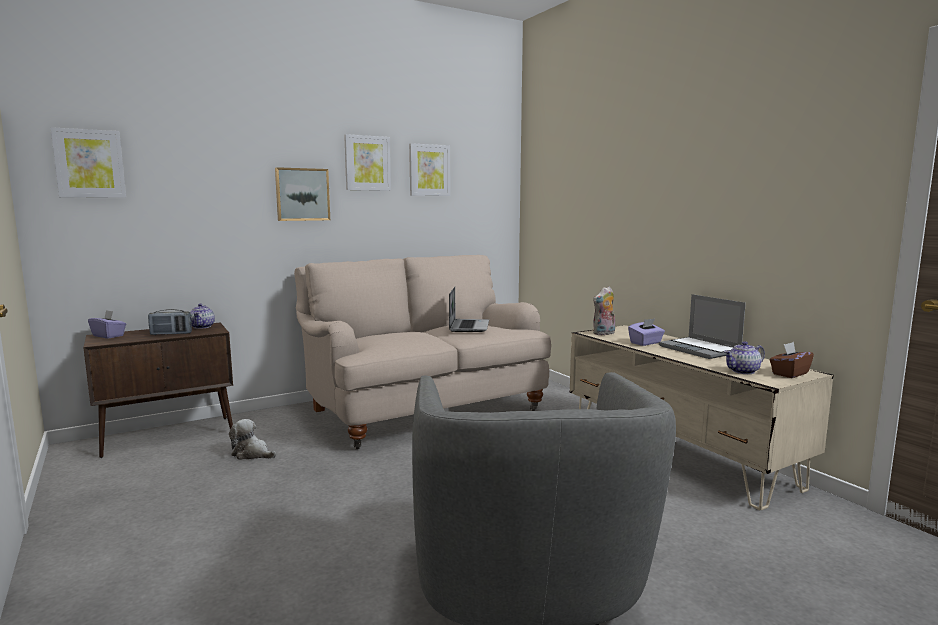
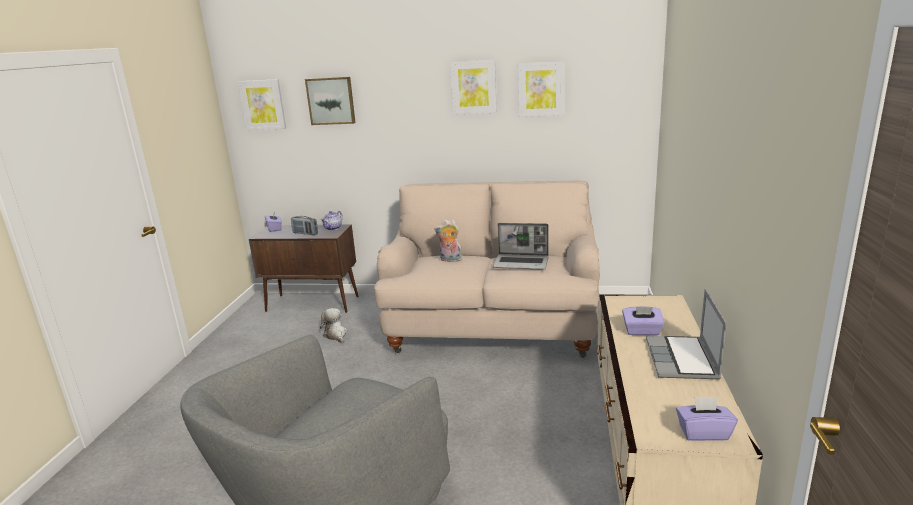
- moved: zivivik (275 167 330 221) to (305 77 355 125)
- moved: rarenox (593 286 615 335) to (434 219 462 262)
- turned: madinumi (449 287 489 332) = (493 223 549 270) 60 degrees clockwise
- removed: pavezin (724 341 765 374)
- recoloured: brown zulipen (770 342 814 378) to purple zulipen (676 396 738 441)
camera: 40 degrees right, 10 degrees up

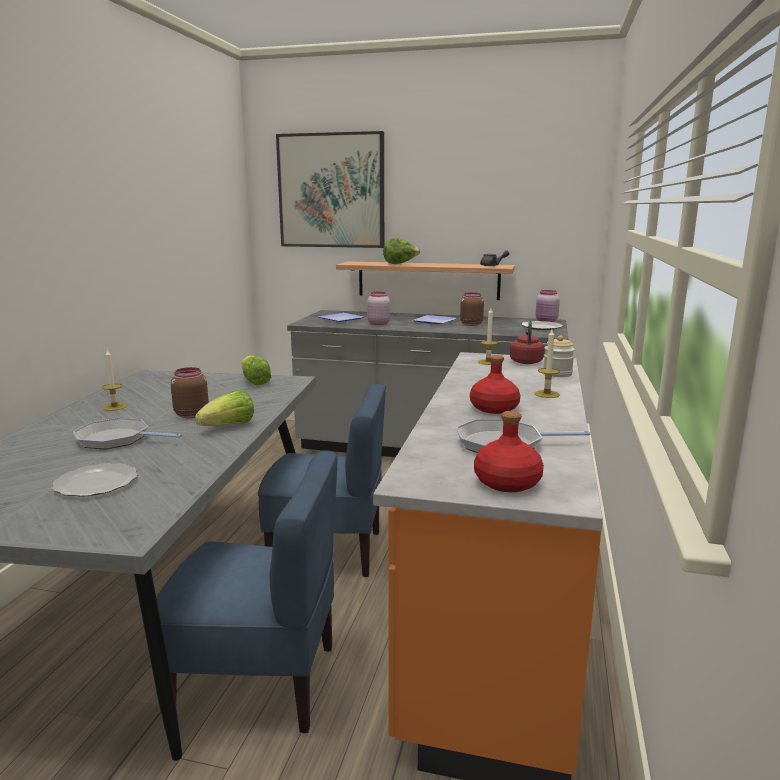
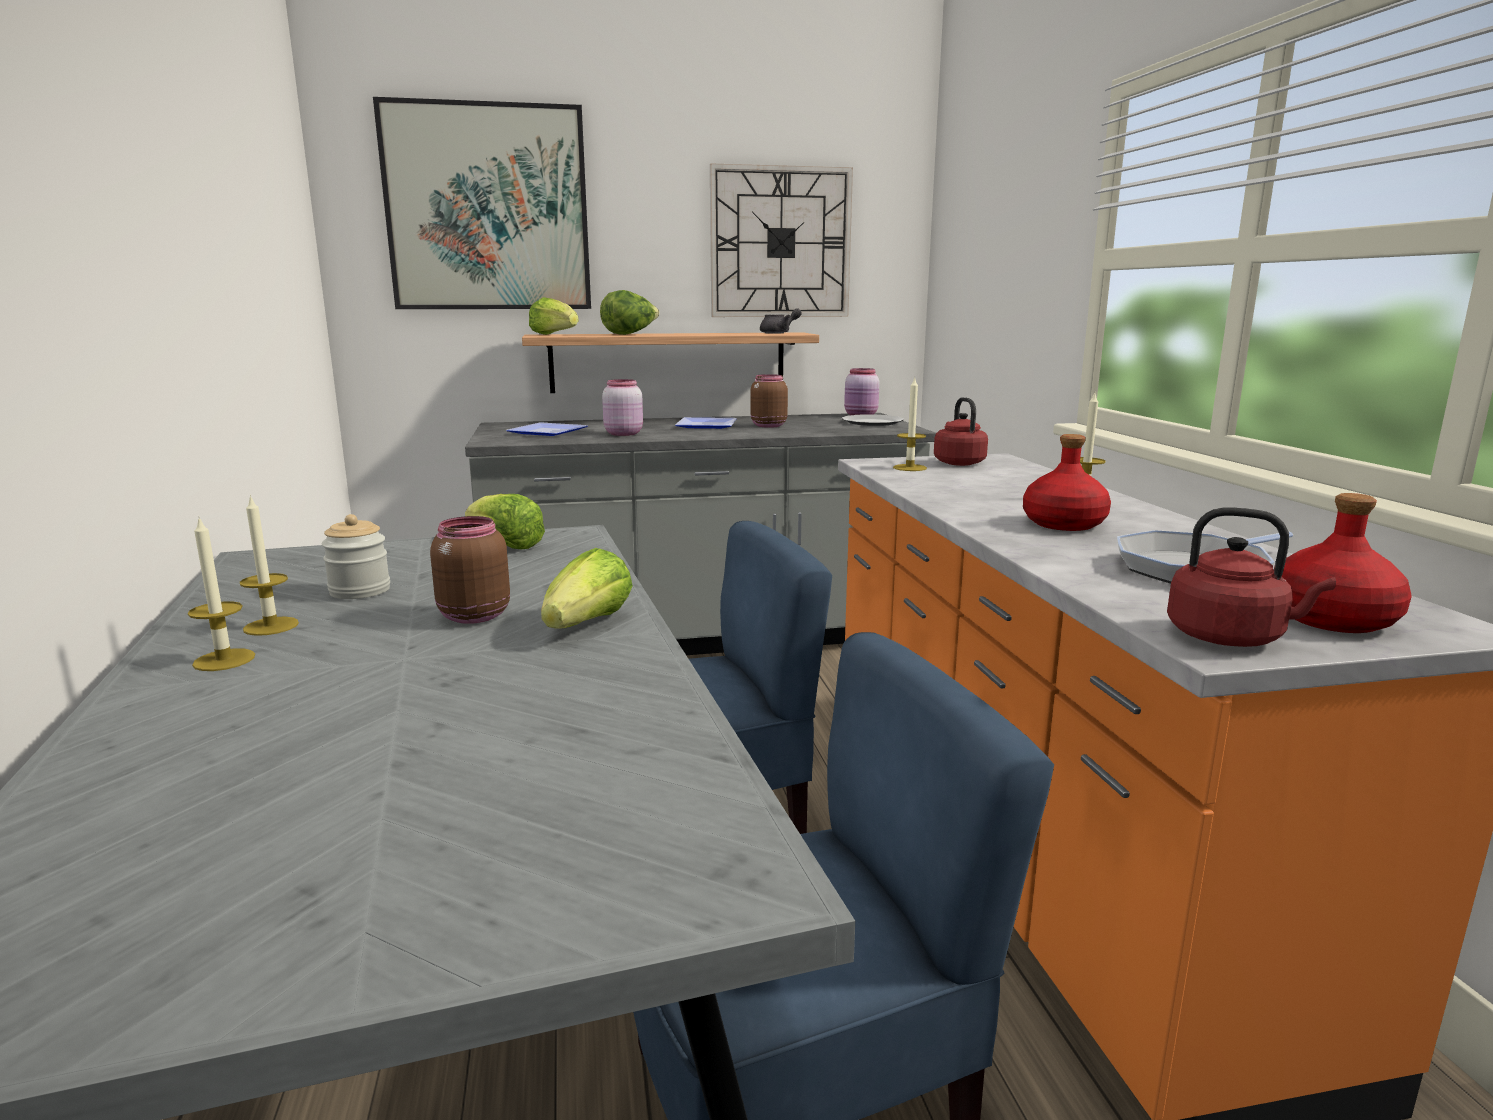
- moved: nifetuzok (543 335 575 377) to (321 514 390 599)
- removed: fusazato (73 418 182 449)
- removed: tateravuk (52 463 137 497)
- added: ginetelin (710 164 853 317)
- added: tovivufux (529 297 579 335)
- added: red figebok (1167 507 1336 647)
- added: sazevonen (188 517 255 671)
camera: 25 degrees left, 0 degrees up

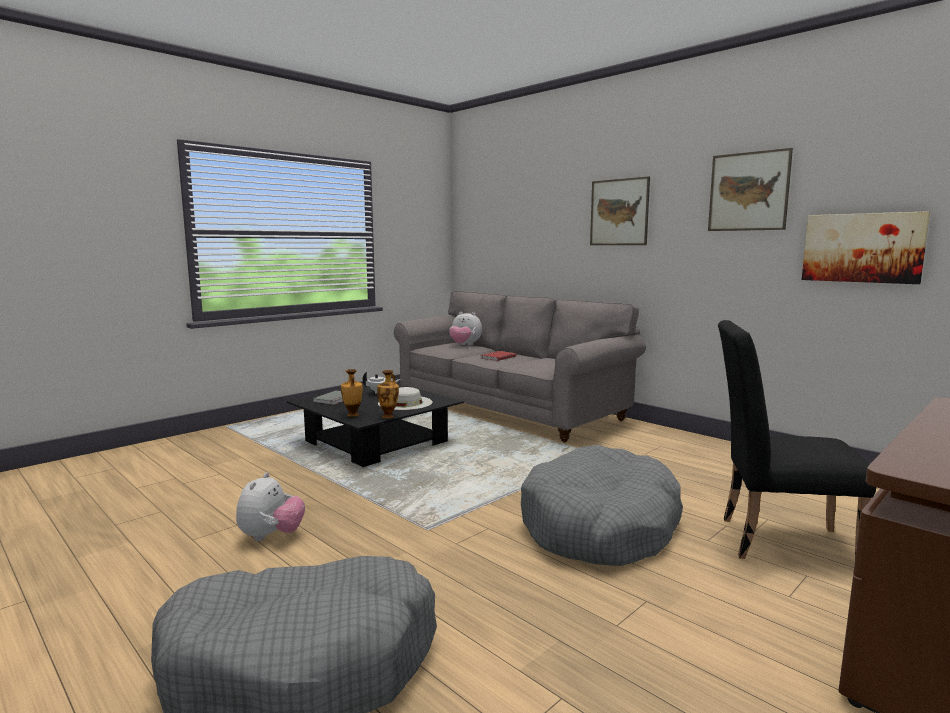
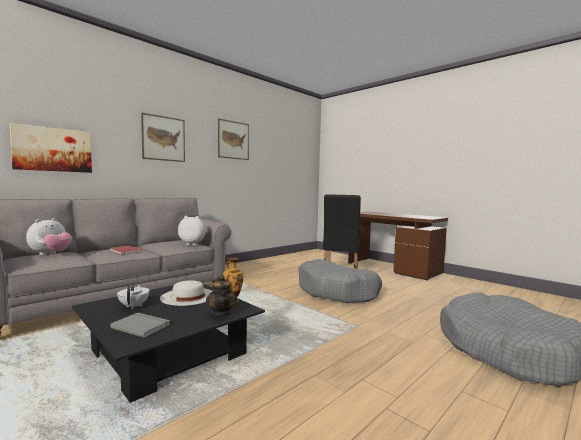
- moved: zivivik (802 211 930 284) to (10 123 92 173)
- replaced: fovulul (341 369 363 417) to pavezin (206 275 237 317)
- moved: rarenox (236 472 305 541) to (178 216 208 246)
camera: 90 degrees left, 5 degrees down

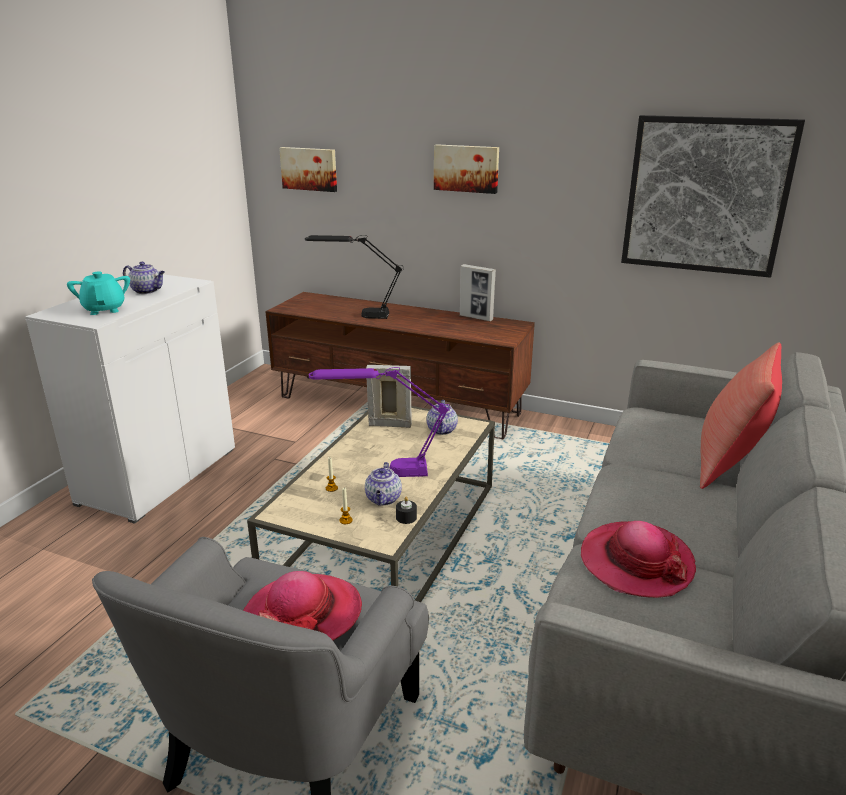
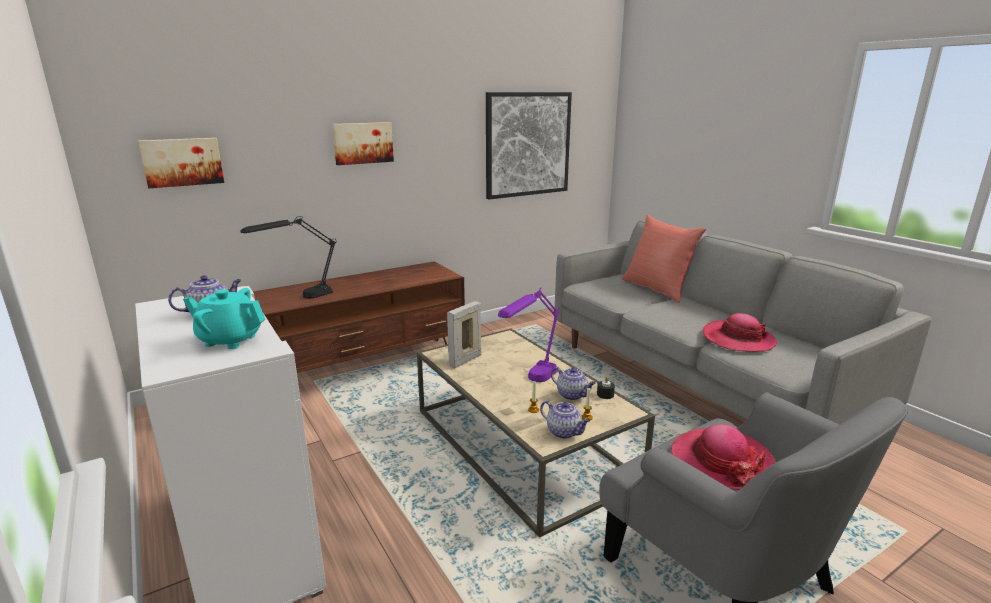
- removed: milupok (460 264 496 321)
- moved: pavezin (426 400 458 435) to (540 401 591 439)
camera: 55 degrees left, 5 degrees down

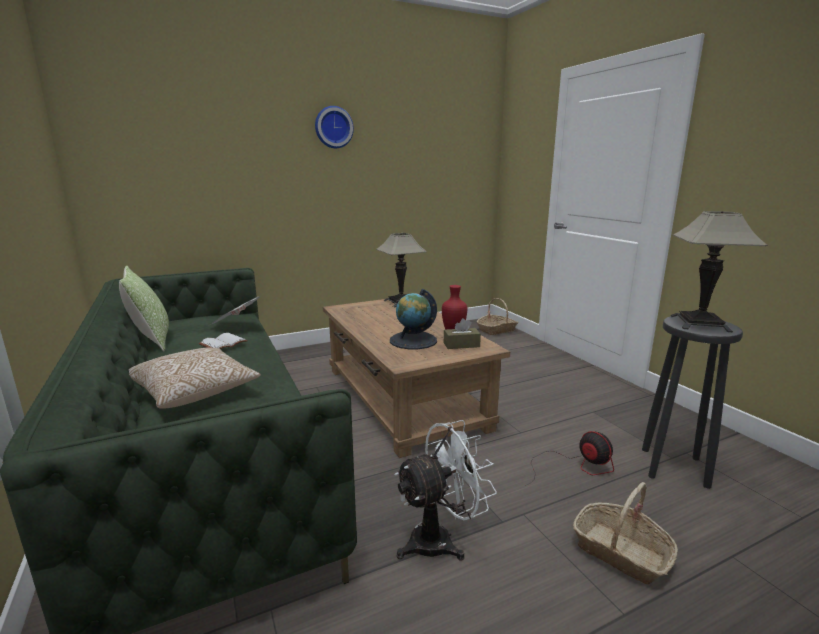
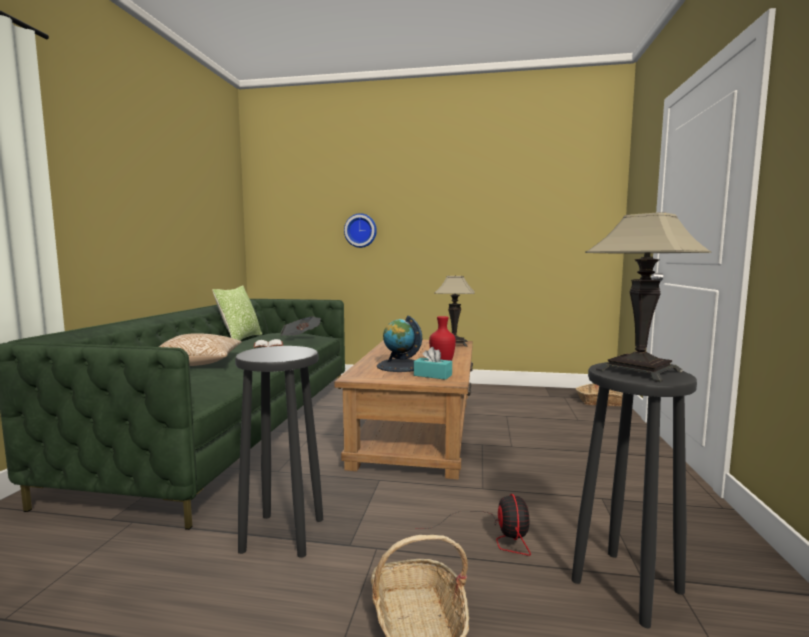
- moved: ginetelin (315 106 354 148) to (344 213 377 248)
- recoloured: brown zulipen (444 318 481 349) to turquoise zulipen (414 347 452 380)
- replaced: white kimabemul (394 420 497 560) to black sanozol (235 346 323 558)
camera: 35 degrees right, 10 degrees down

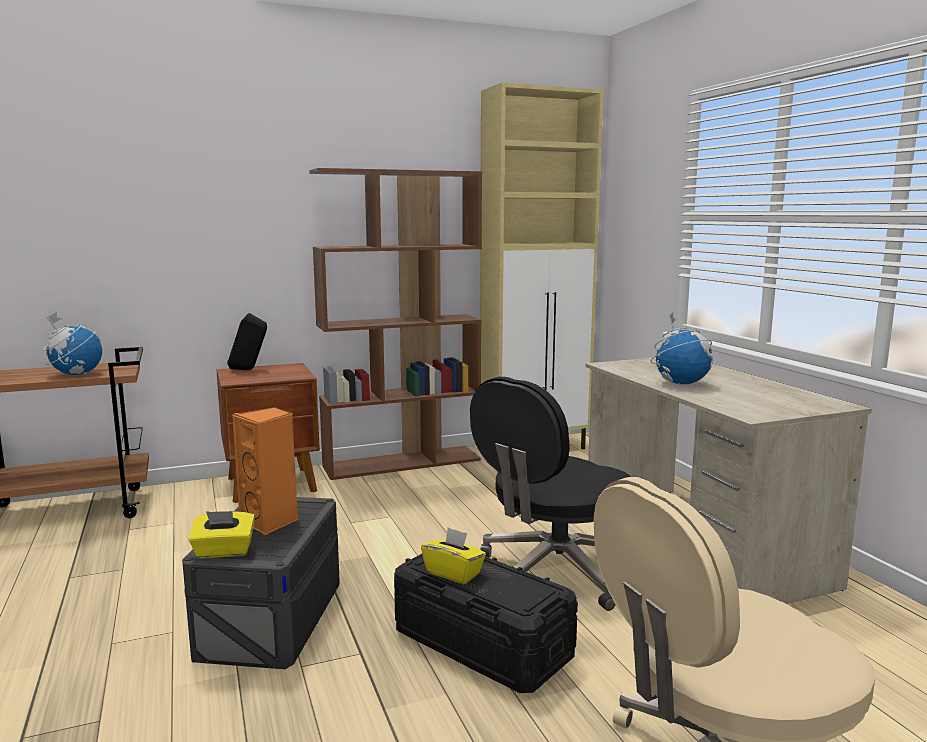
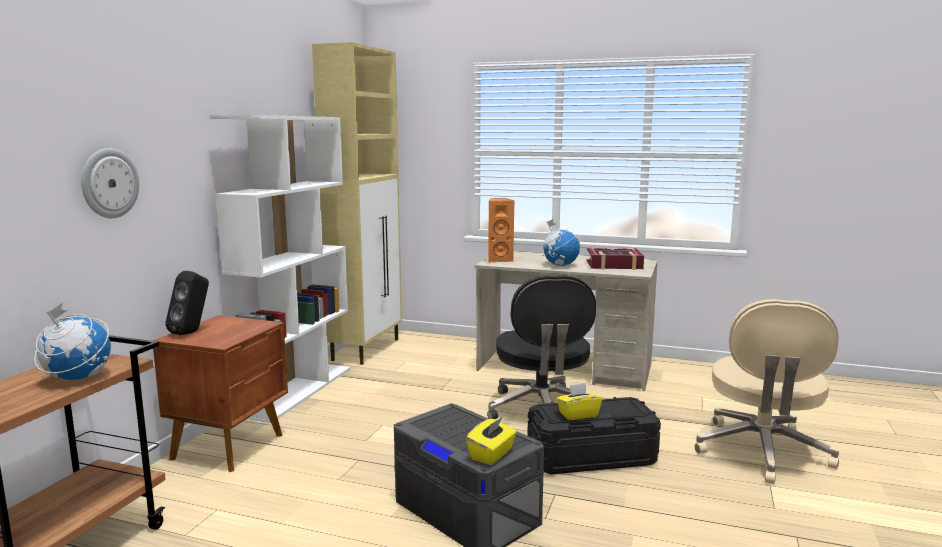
- recoloured: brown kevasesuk (309 168 482 480) to white kevasesuk (209 115 350 423)
- moved: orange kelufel (232 407 298 535) to (488 198 514 262)
- added: ginetelin (81 148 139 218)
- added: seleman (587 247 644 270)
camera: 50 degrees left, 0 degrees up

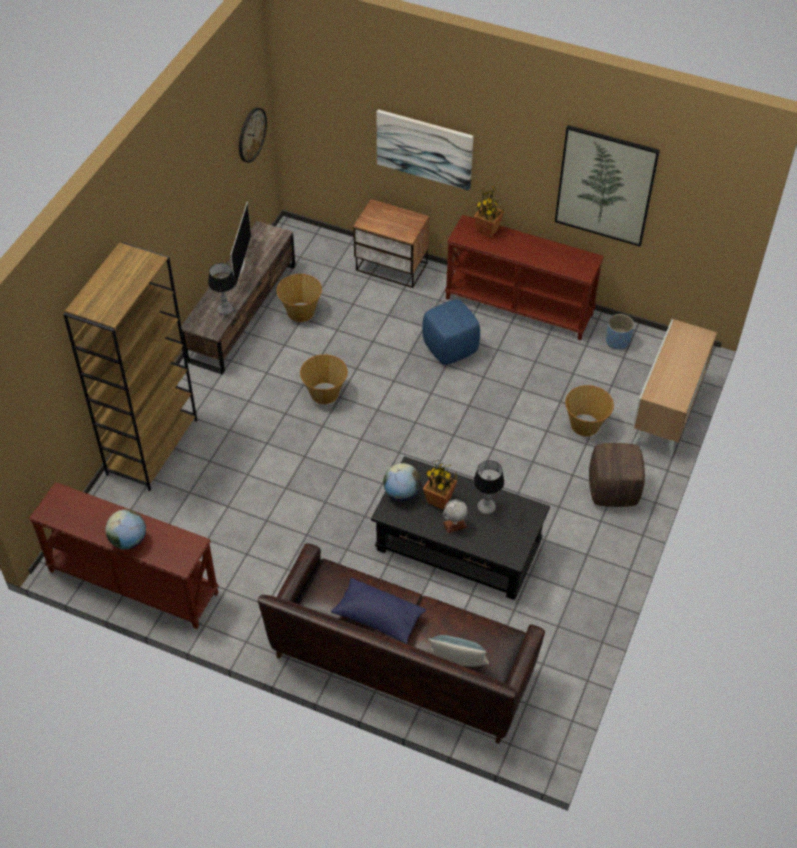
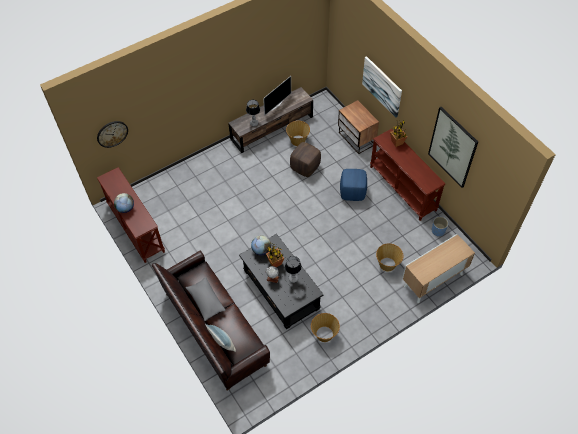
- moved: ginetelin (239 107 267 163) to (97 121 128 148)
- removed: brown kevasesuk (63 242 197 491)
- moved: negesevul (300 354 348 404) to (311 313 340 342)
- moved: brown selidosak (589 443 645 507) to (290 142 321 177)
- recoloured: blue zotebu (331 578 426 644) to grey zotebu (186 277 226 321)
camera: 35 degrees right, 5 degrees up

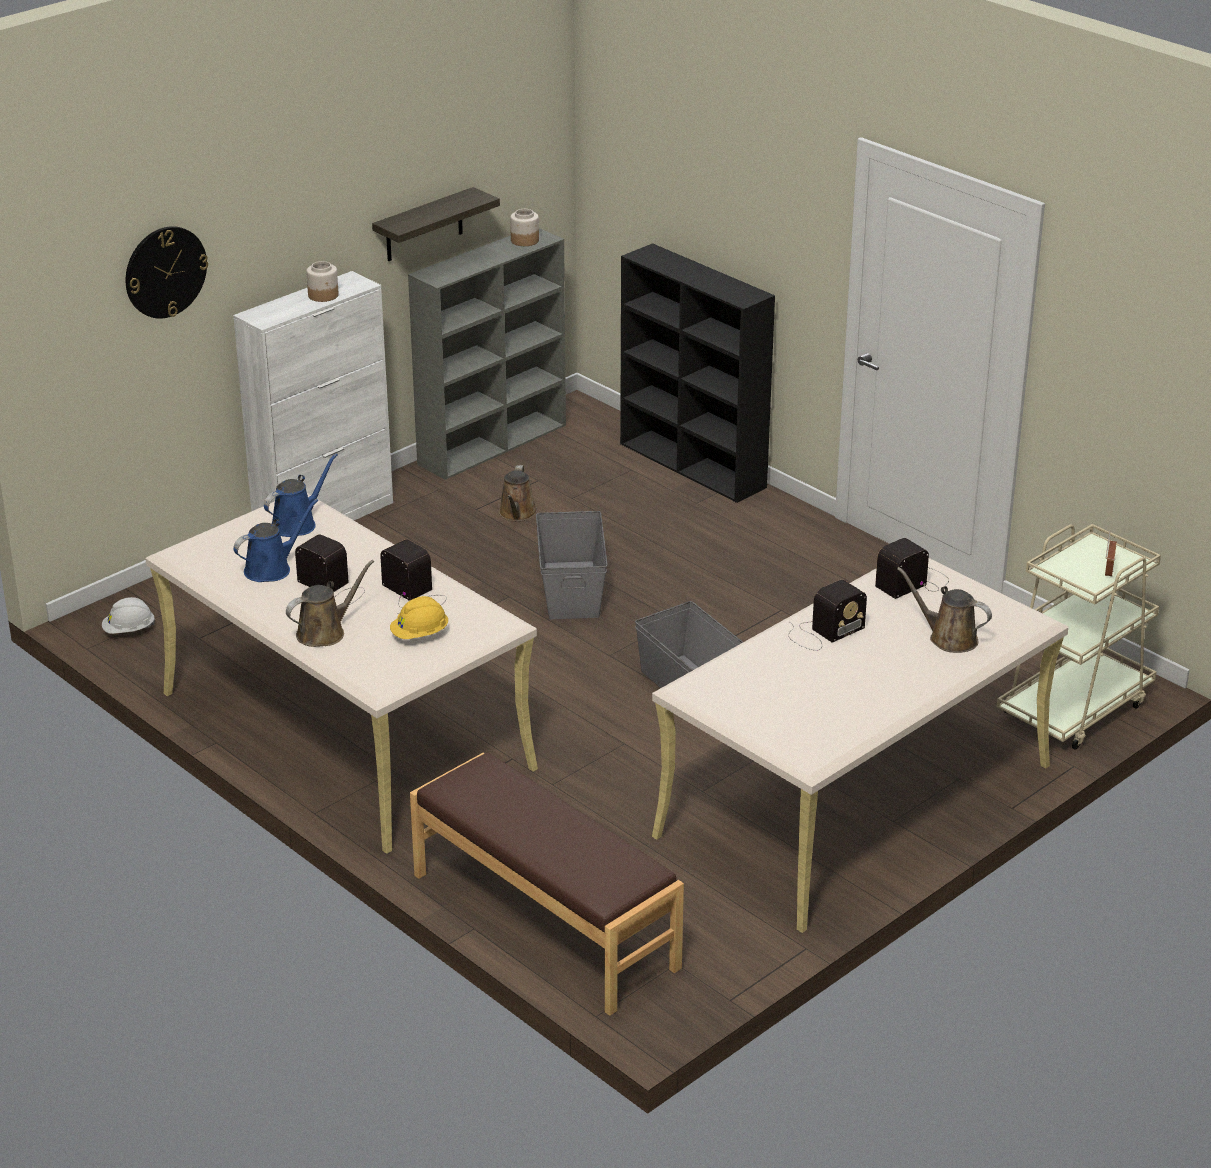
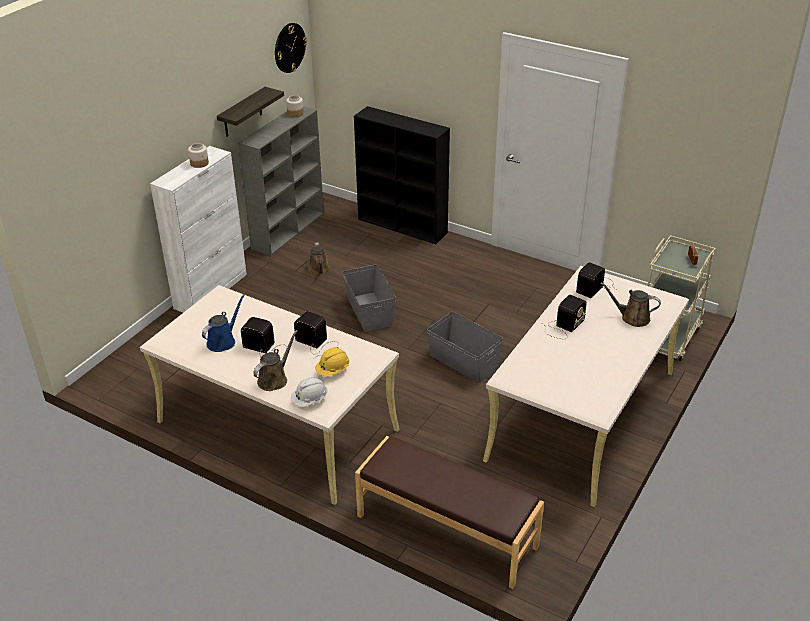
- moved: ginetelin (126 226 208 319) to (275 23 307 73)
- removed: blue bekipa (264 453 338 537)
- moved: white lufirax (102 597 155 634) to (291 377 328 407)
camera: 15 degrees left, 5 degrees up

